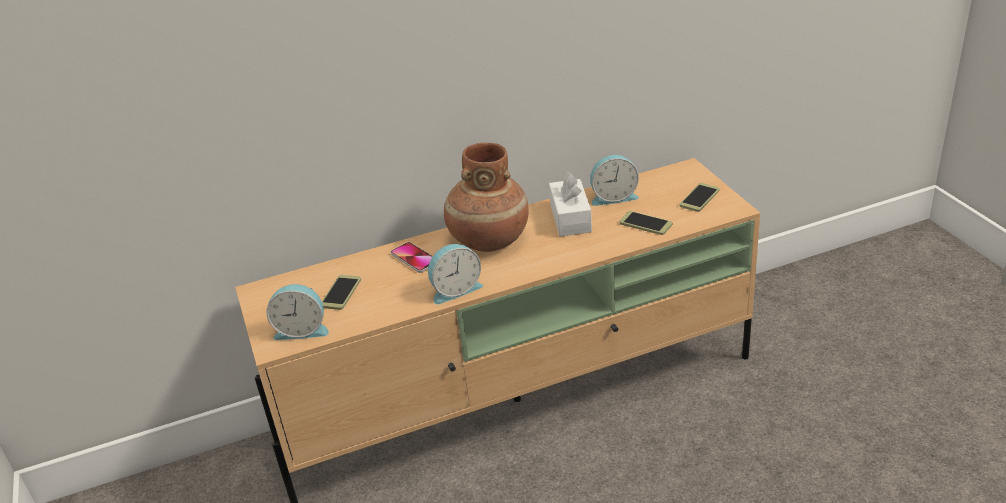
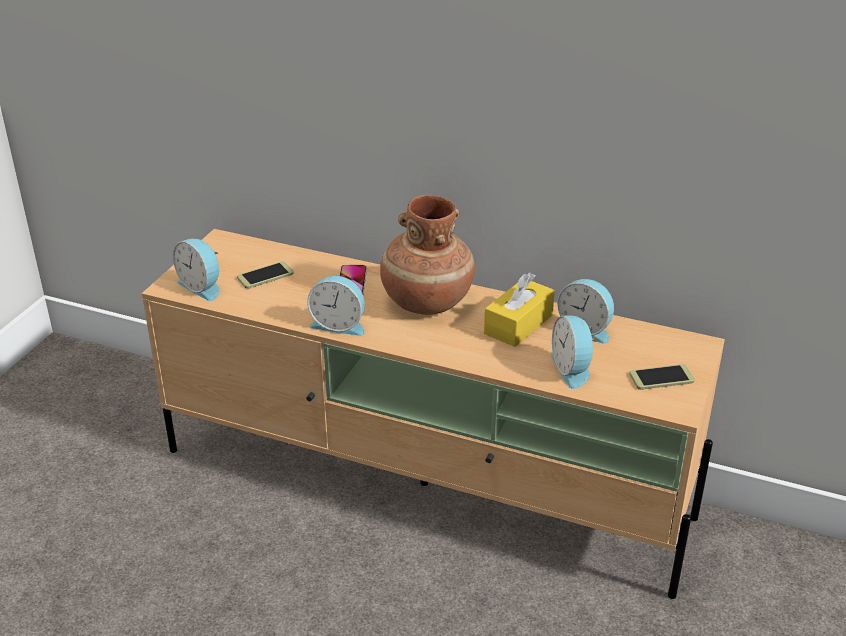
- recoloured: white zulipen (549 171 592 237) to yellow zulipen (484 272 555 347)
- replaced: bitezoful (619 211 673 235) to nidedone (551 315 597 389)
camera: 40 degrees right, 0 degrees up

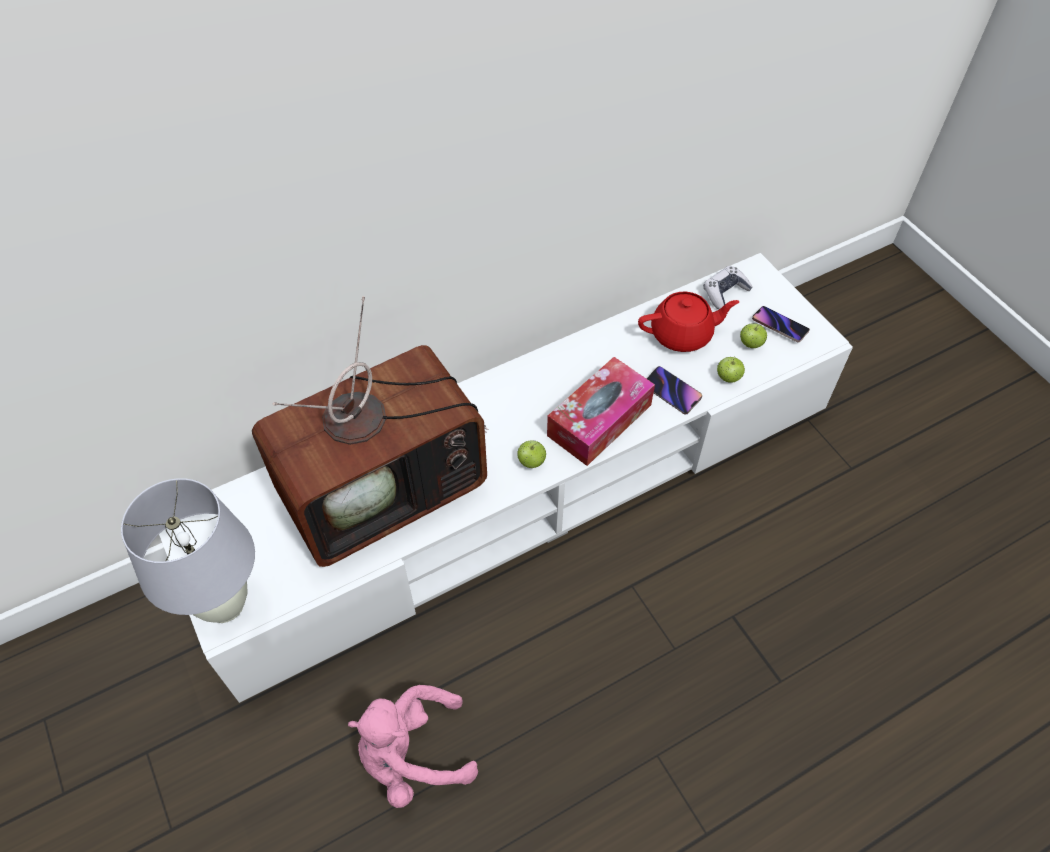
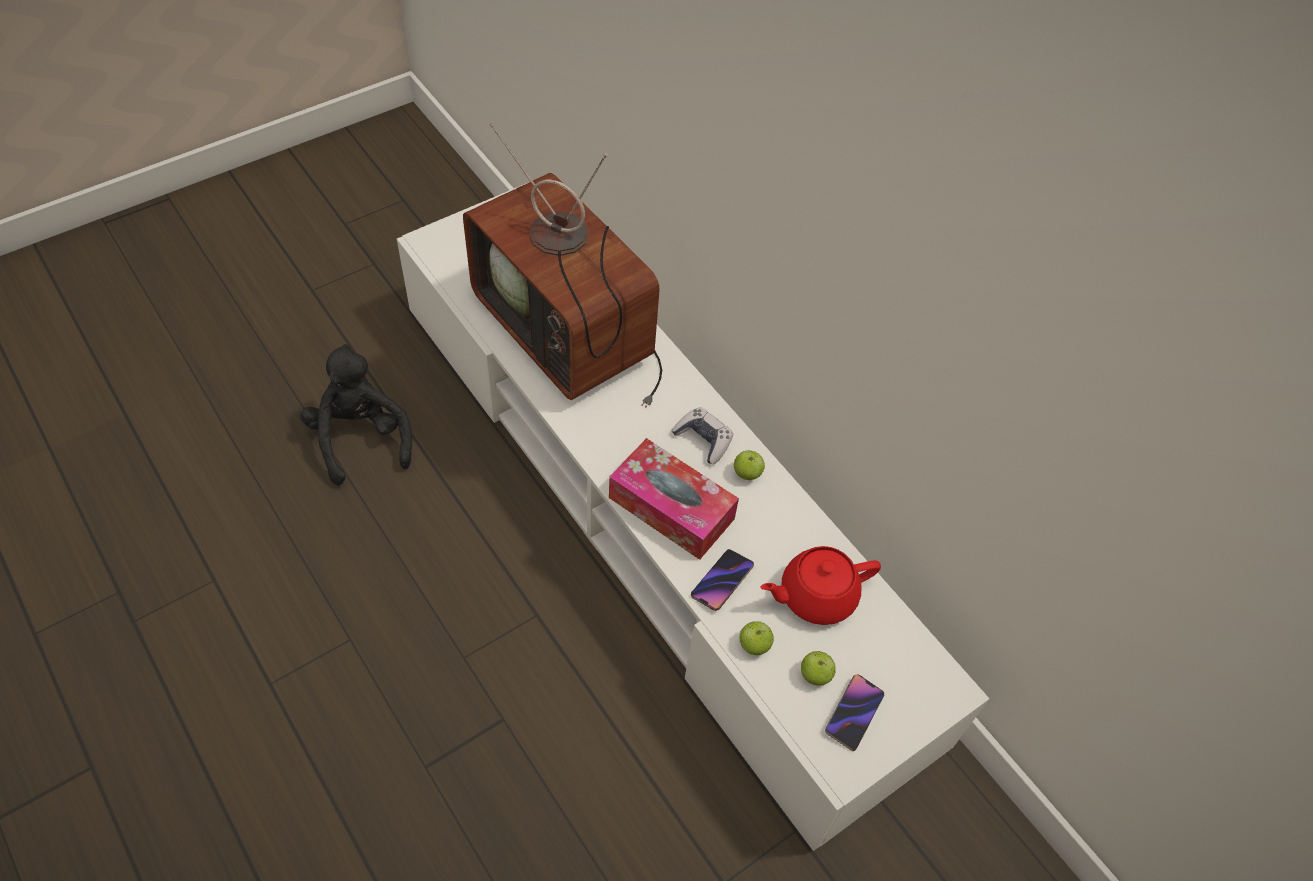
- moved: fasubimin (704 266 753 310) to (671 407 733 464)
- turned: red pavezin (638 292 740 352) = (761 546 881 625) 90 degrees clockwise
- moved: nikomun (517 441 546 468) to (734 450 765 480)
- removed: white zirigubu (121 478 255 623)
- recoloured: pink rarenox (348 685 478 808) to black rarenox (300 344 412 485)
camera: 80 degrees right, 0 degrees up

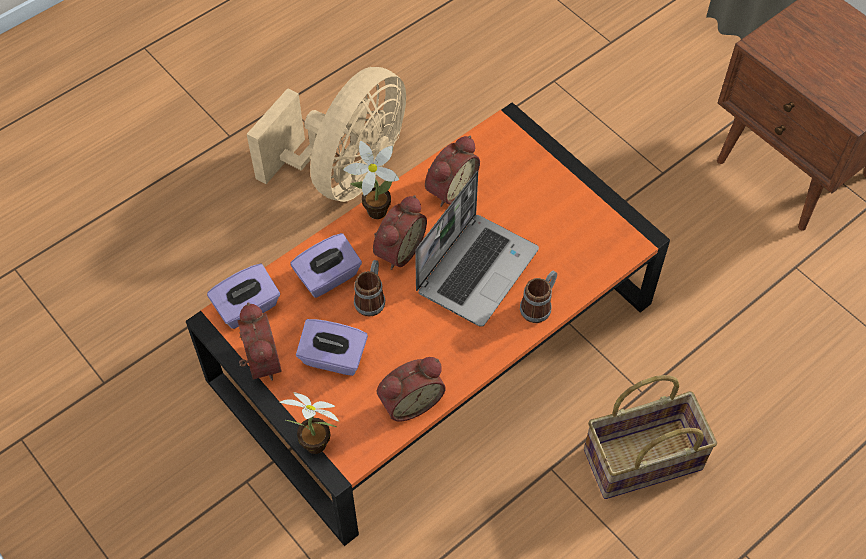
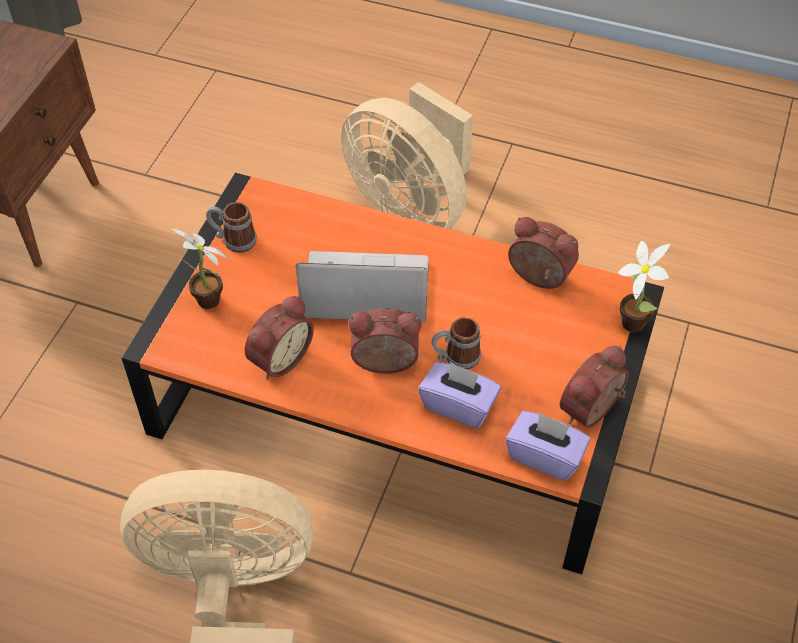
- turned: nidedone (425 136 480 207) = (245 295 314 380) 120 degrees clockwise
- moved: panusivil (343 141 399 219) to (171 229 227 309)
- moved: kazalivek (520 270 557 323) to (206 202 257 253)
- removed: purple zulipen (296 319 368 376)
- replaced: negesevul (584 375 717 499) to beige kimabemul (341 82 473 229)
camera: 120 degrees left, 5 degrees down

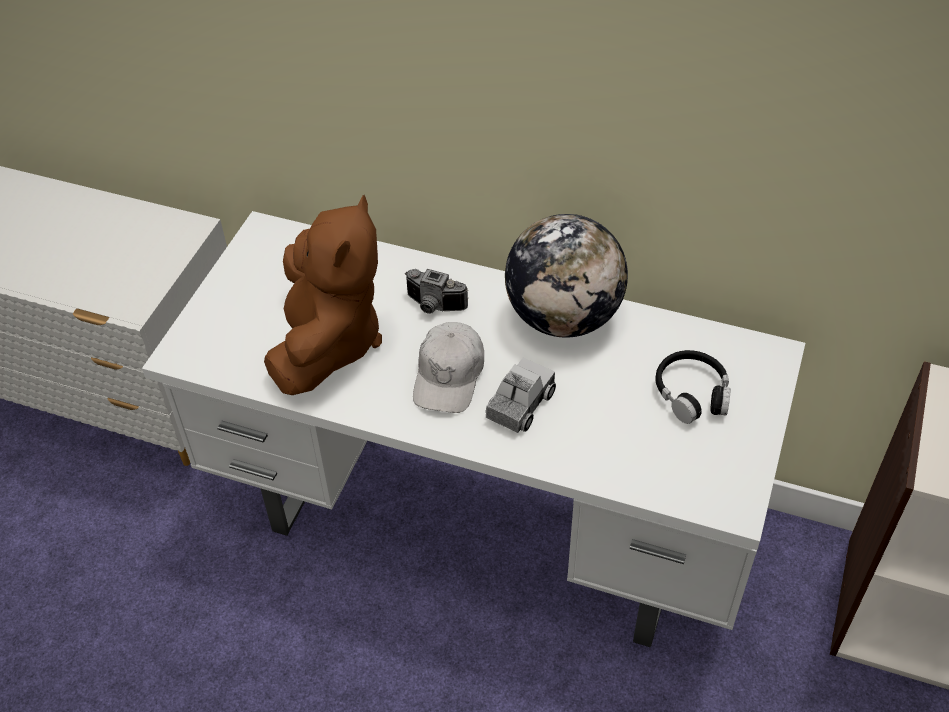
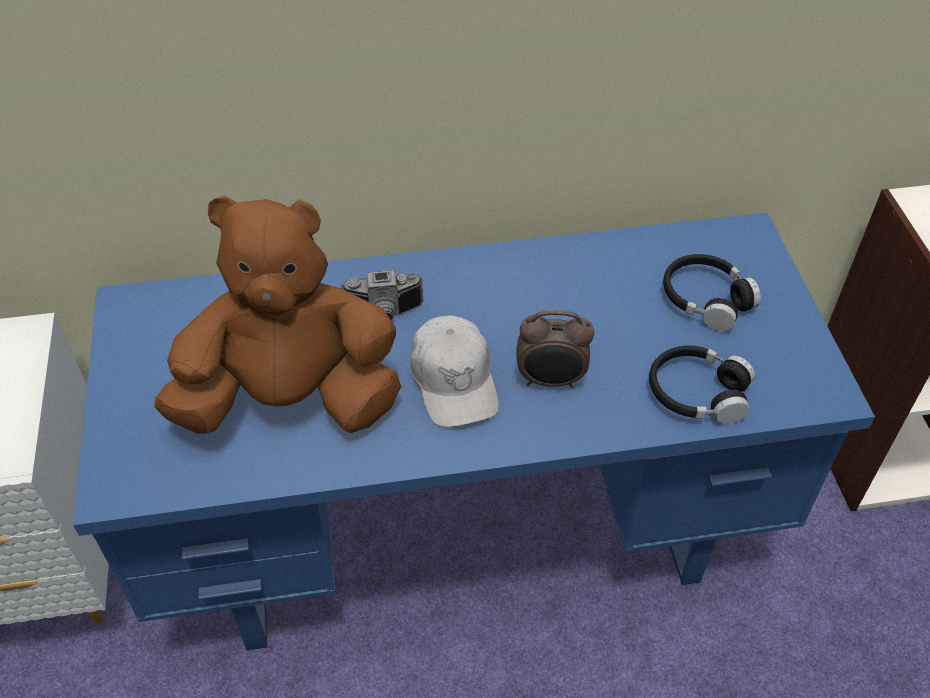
- turned: brown rarenox (264 195 382 395) = (154 196 401 434) 75 degrees counterclockwise
- recoloured: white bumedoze (142 211 805 647) to blue bumedoze (73 212 875 650)
- removed: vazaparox (505 214 628 338)
- replaced: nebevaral (486 358 556 433) to nidedone (516 310 594 388)
- added: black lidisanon (649 346 755 424)
camera: 30 degrees left, 0 degrees up

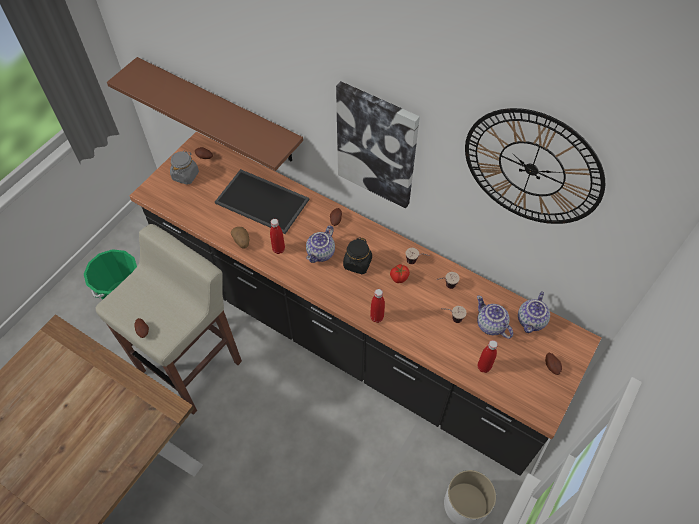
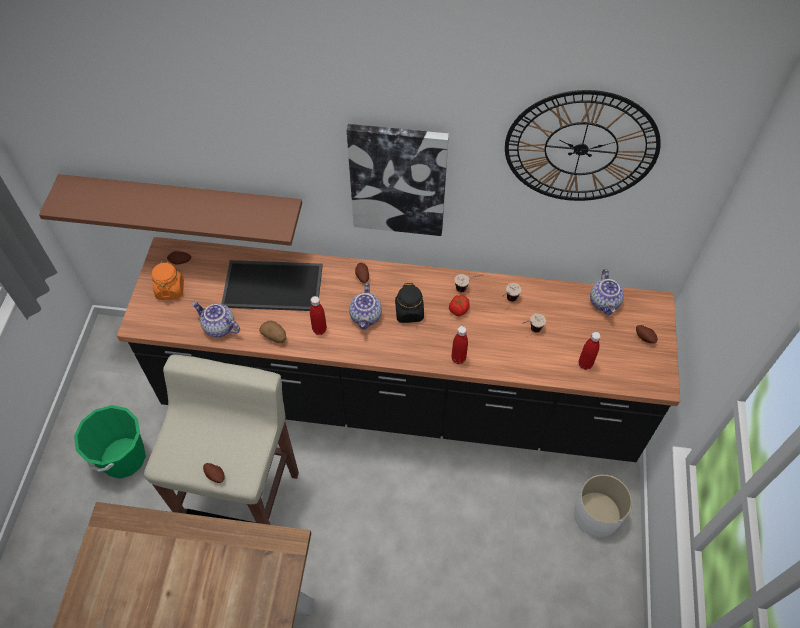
- recoloured: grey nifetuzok (170 150 199 185) to orange nifetuzok (152 261 184 300)
- moved: pavezin (477 295 513 339) to (192 302 240 337)
camera: 25 degrees left, 0 degrees up

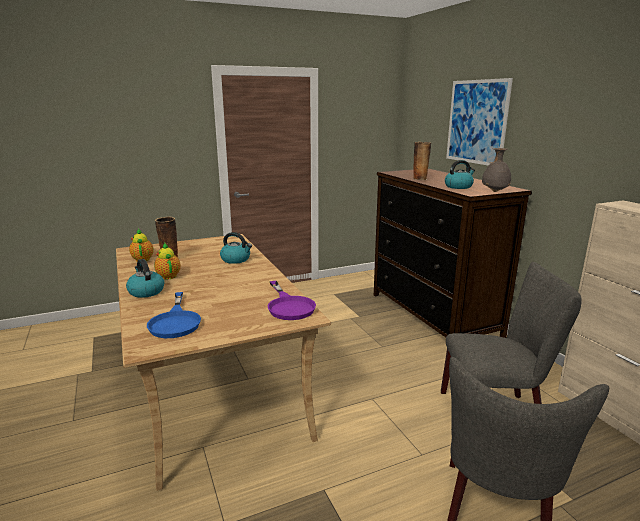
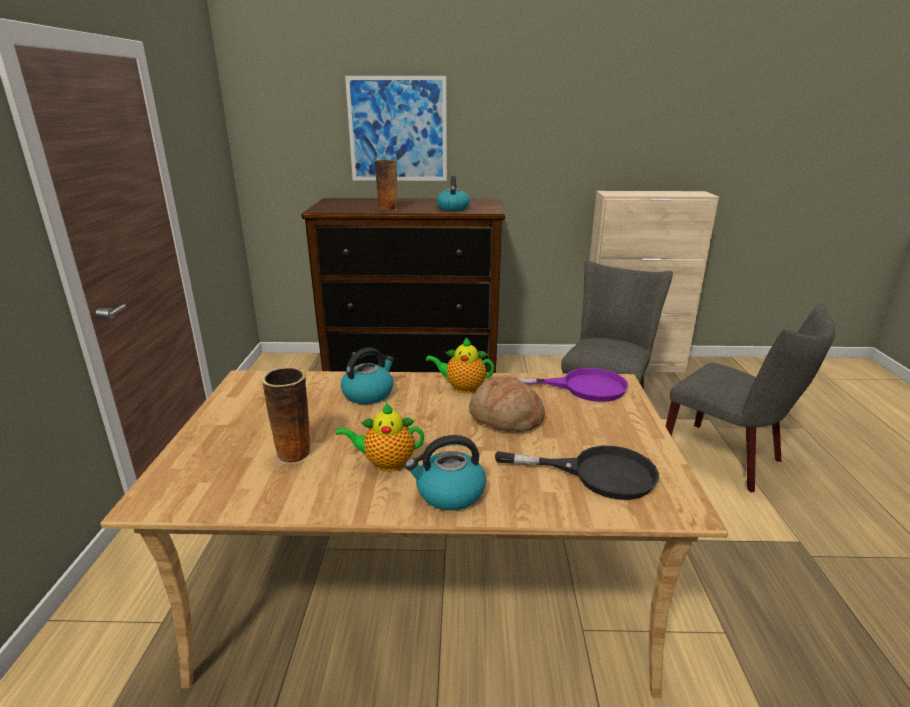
- removed: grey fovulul (482 148 511 192)
- moved: pavezin (129 229 154 261) to (425 337 494 394)
- recoloured: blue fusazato (147 292 201 338) to black fusazato (495 446 659 500)
- added: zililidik (469 375 545 432)
camera: 65 degrees left, 5 degrees up

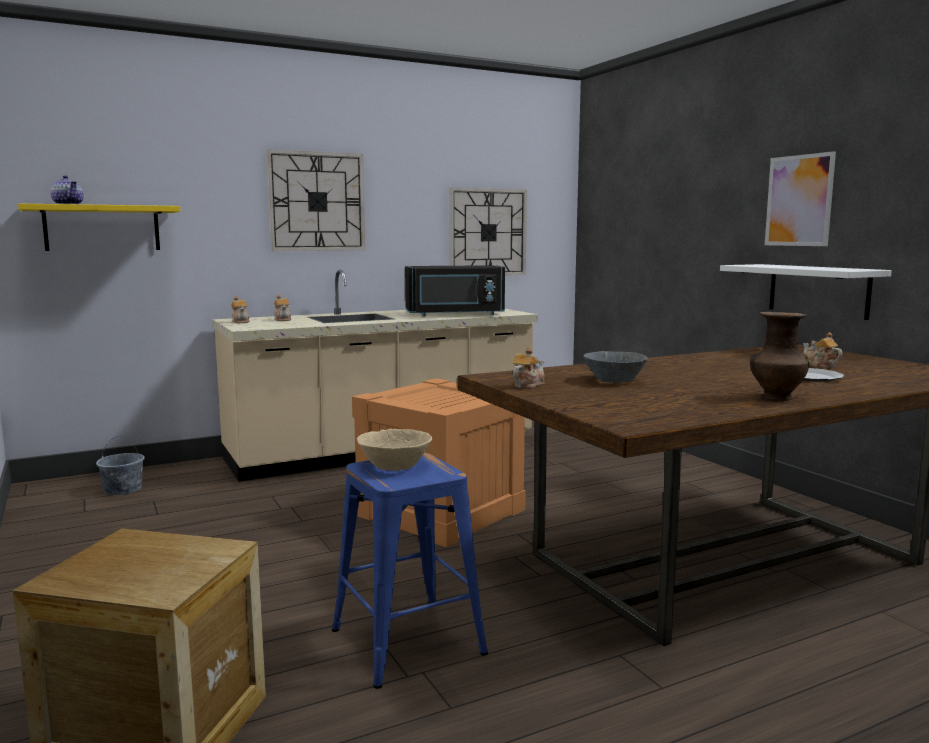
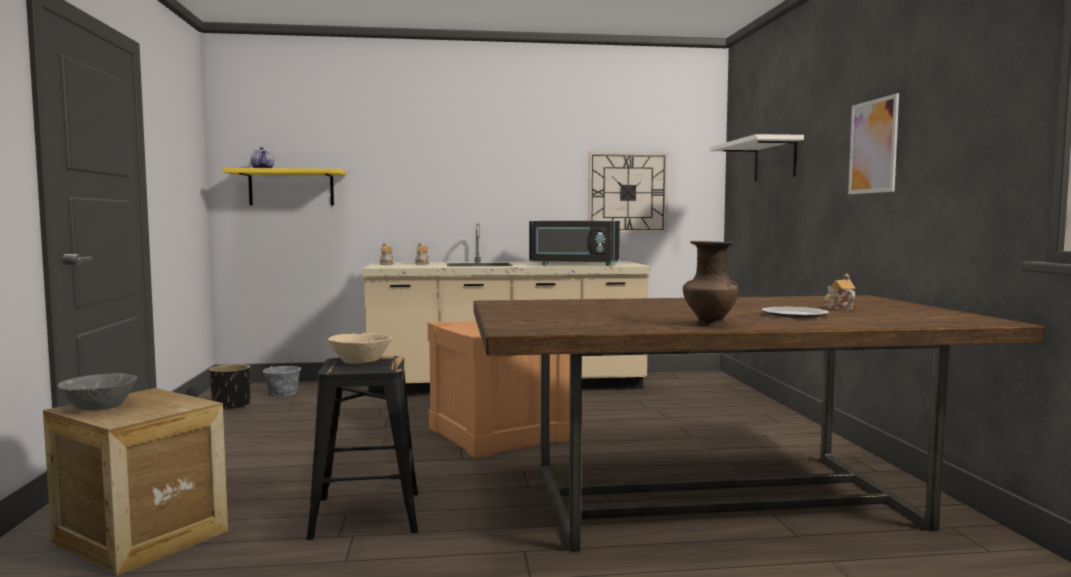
- removed: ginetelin (267 149 365 251)
- moved: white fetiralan (720 264 892 320) to (710 134 804 182)
- removed: pavezin (513 348 545 389)
- moved: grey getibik (584 351 648 383) to (57 373 137 411)
- recoloured: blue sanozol (332 453 488 689) to black sanozol (306 356 418 540)
- added: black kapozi (209 364 251 410)
camera: 20 degrees right, 5 degrees down

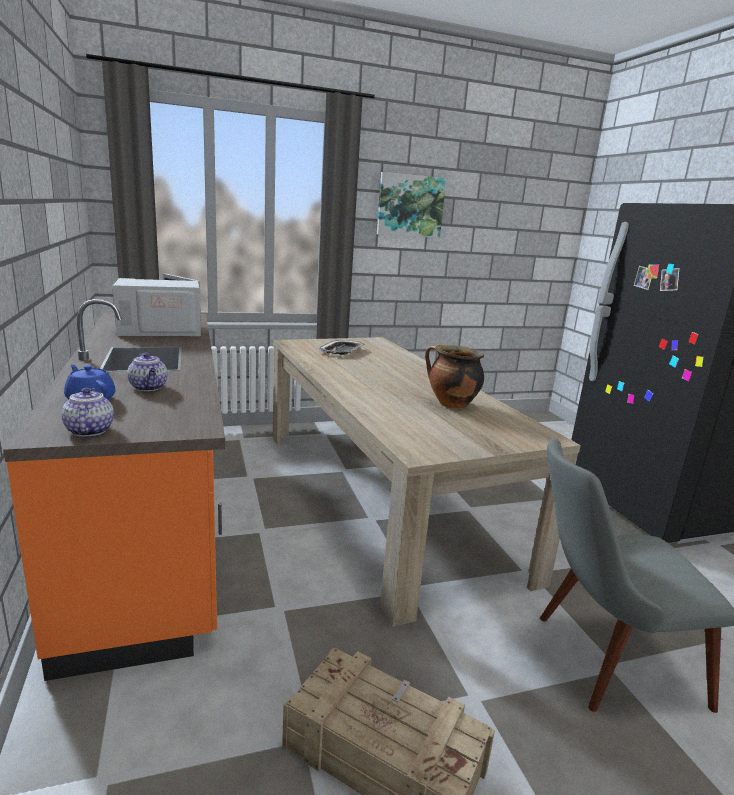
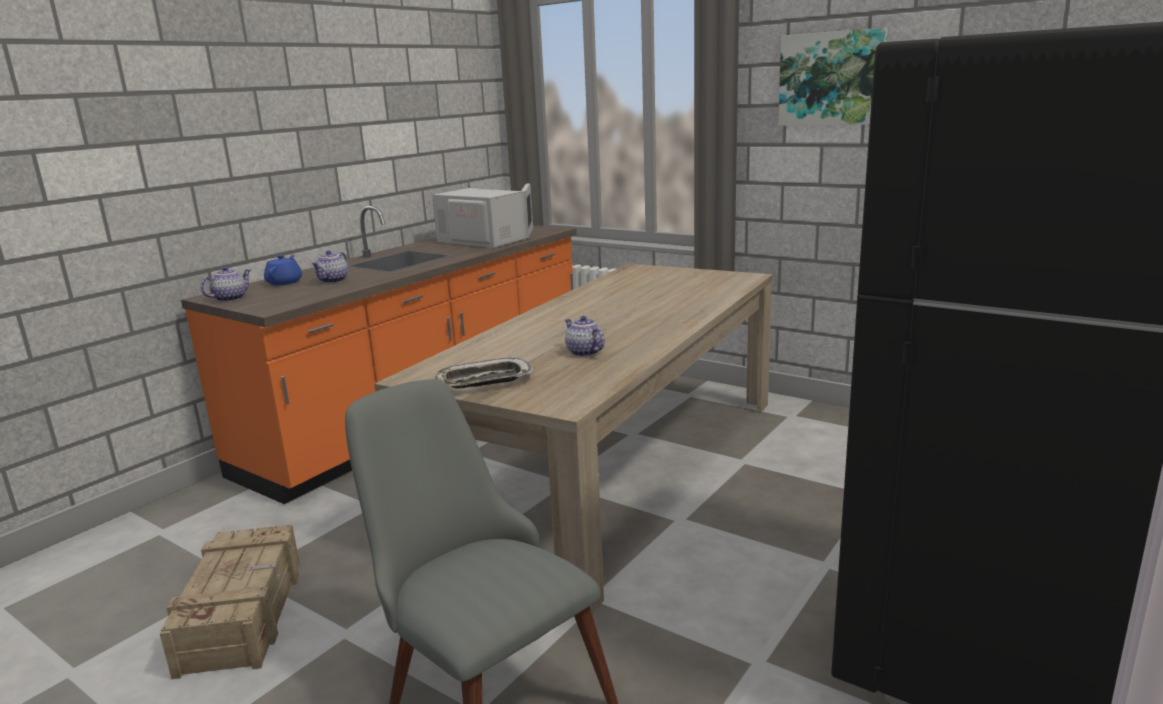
- moved: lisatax (319 340 365 355) to (436 358 534 388)
- replaced: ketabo (425 345 484 409) to pavezin (565 316 605 357)
camera: 55 degrees right, 0 degrees up

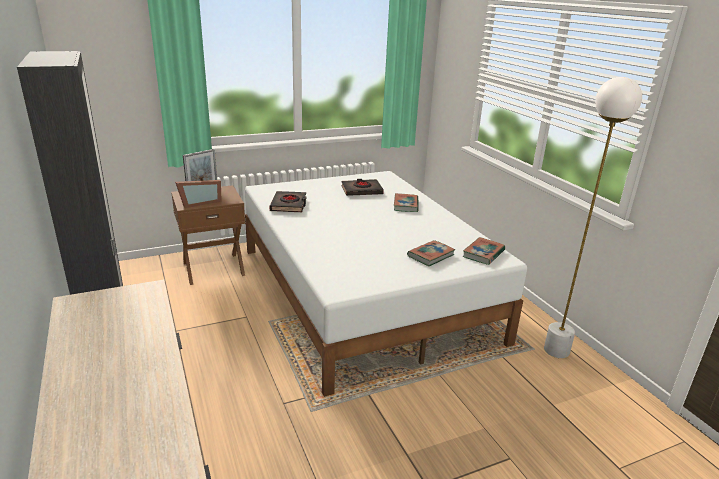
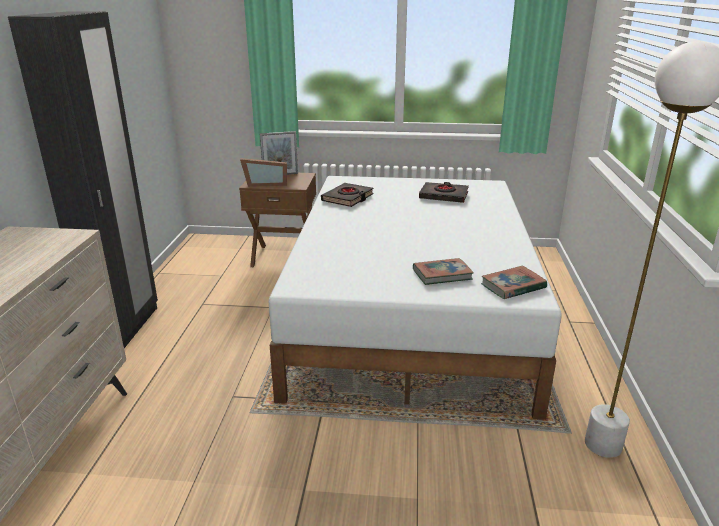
- removed: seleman (394 193 419 212)
camera: 30 degrees right, 0 degrees up

